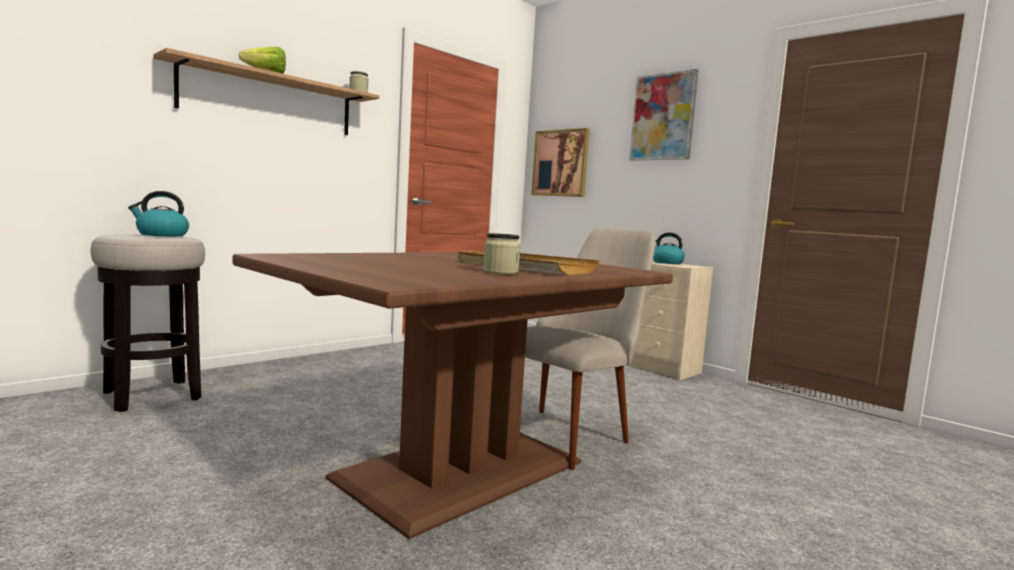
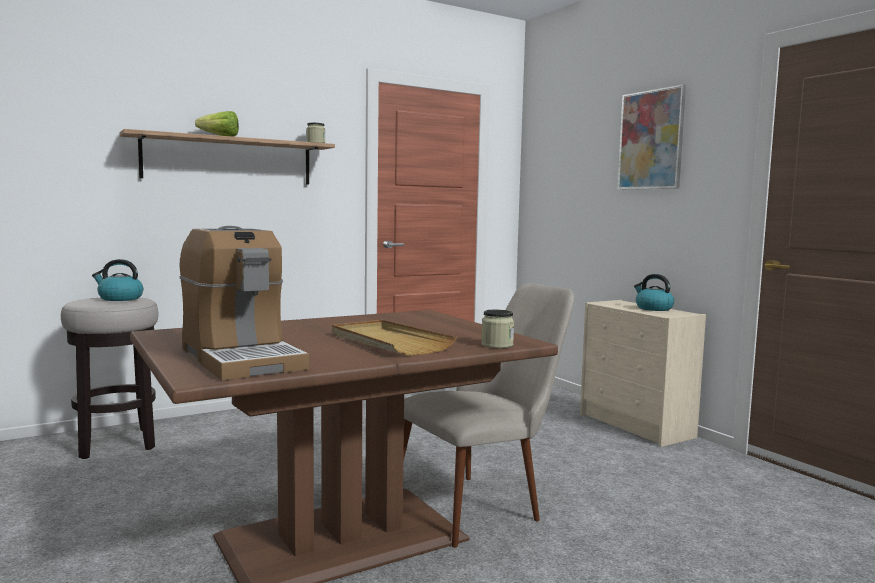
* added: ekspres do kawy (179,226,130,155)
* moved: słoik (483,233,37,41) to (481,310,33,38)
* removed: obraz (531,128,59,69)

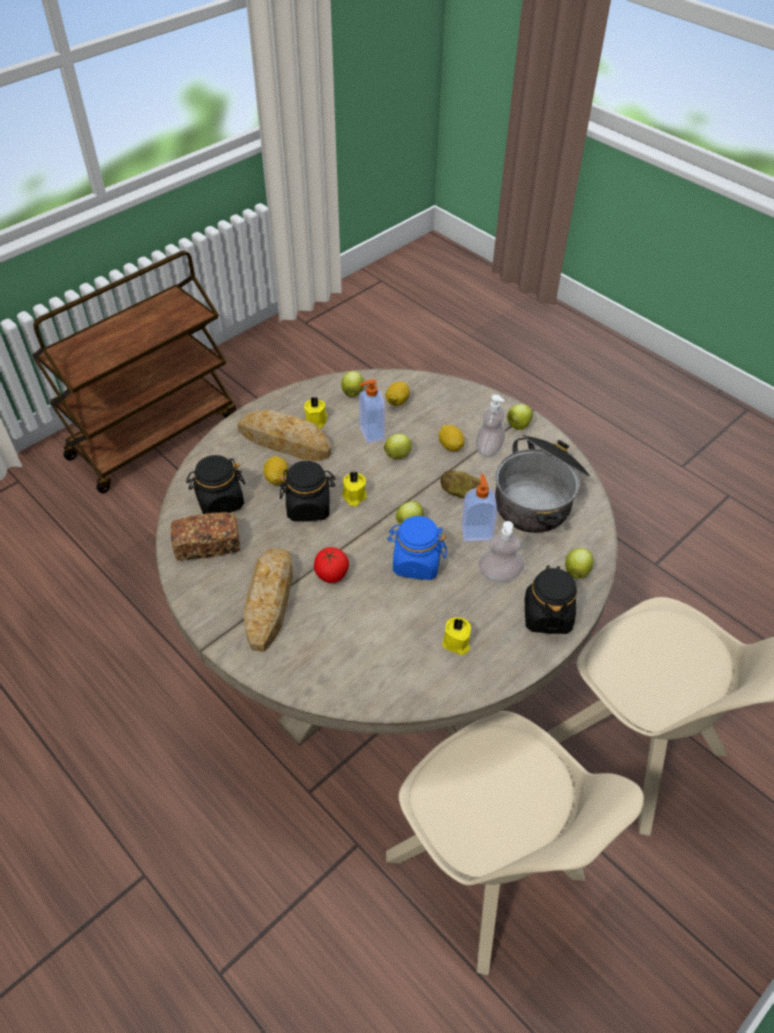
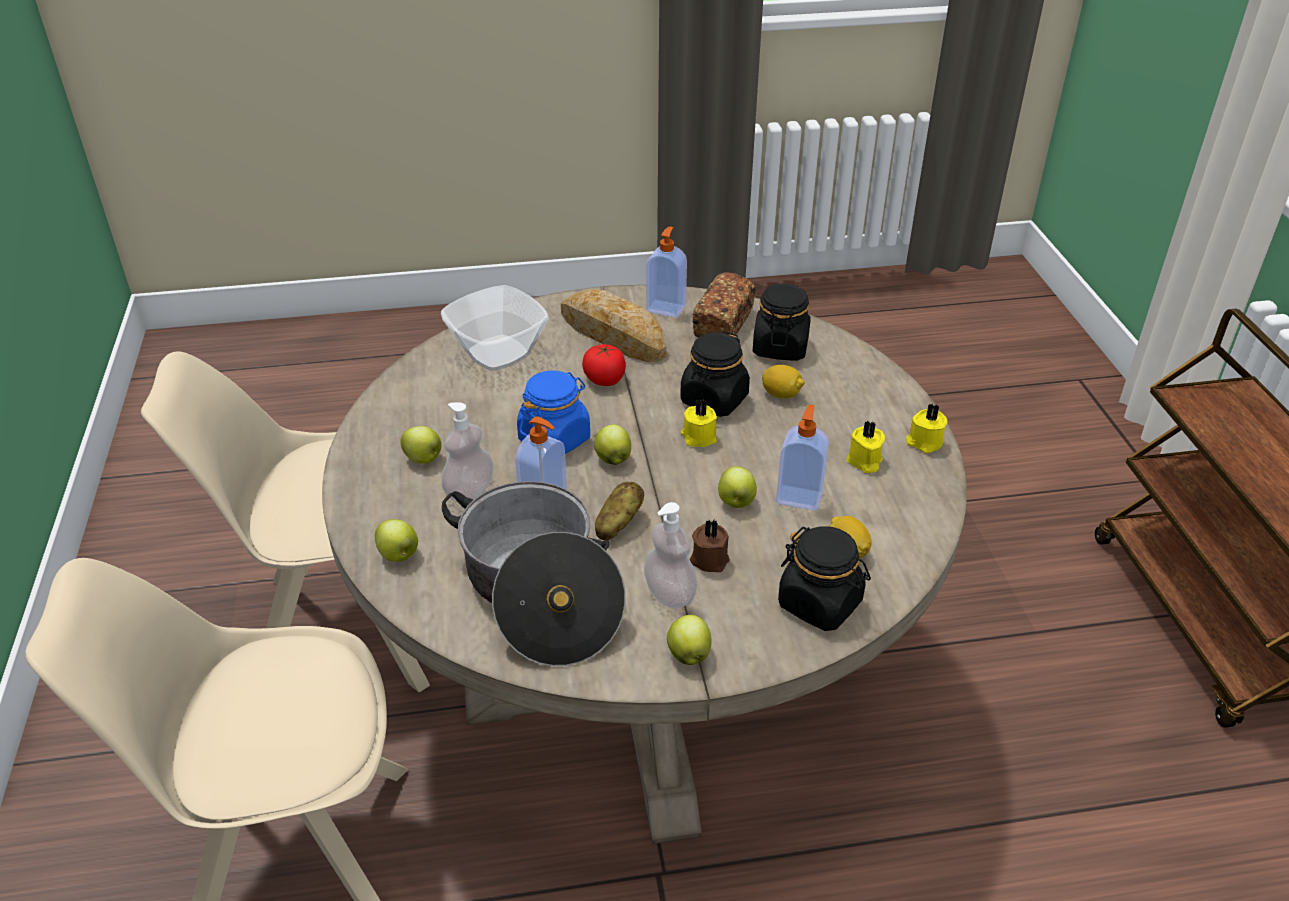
* moved: jabłko (341,371,23,26) to (400,426,41,38)
* added: miska (441,285,108,86)
* added: dozownik mydła (646,227,41,91)
* replaced: cytryna (439,425,26,26) to świeca (brązowy) (690,519,39,53)
* moved: słoik (czarny) (525,565,52,69) to (778,526,93,105)
* moved: świeca (żółty) (442,617,29,38) to (906,404,41,49)
* removed: chleb (237,410,94,51)

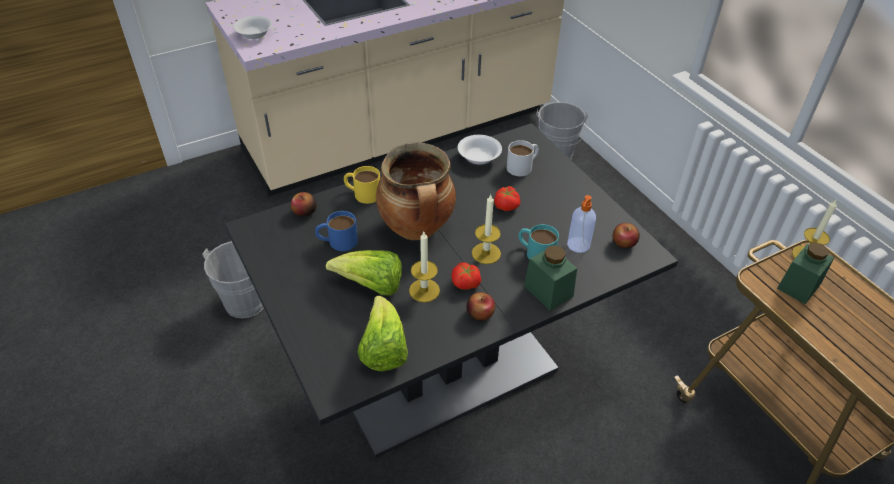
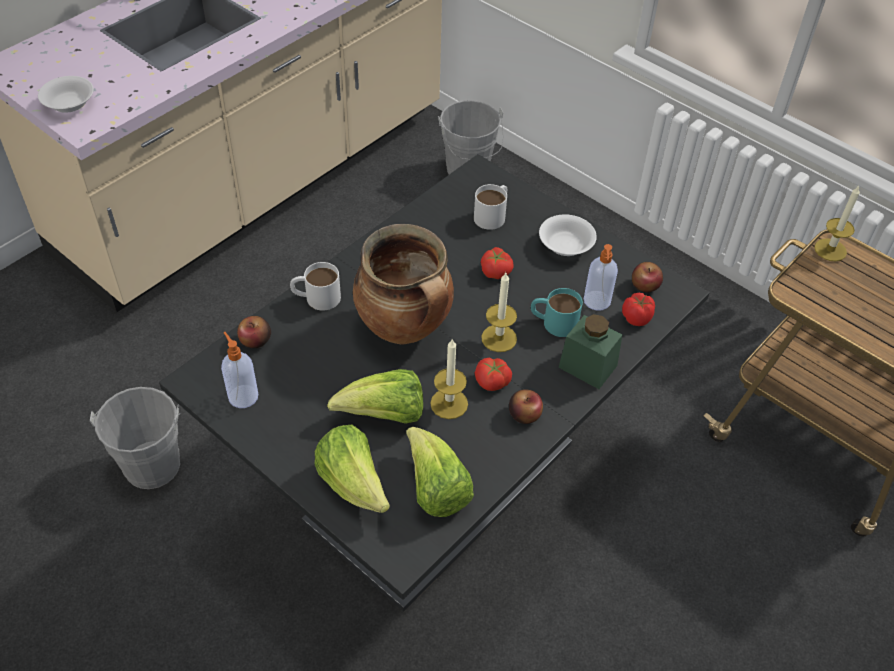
* added: dozownik mydła (221,332,37,76)
* recoloured: kubek (żółty) (344,166,36,38) to kubek (biały) (290,262,51,49)
* added: sałata (315,425,75,88)
* moved: miska (biały) (458,135,44,30) to (539,214,58,42)
* added: pomidor (622,293,33,33)
* removed: kubek (niebieski) (315,211,43,40)
* removed: słoik (zielony) (777,242,57,62)

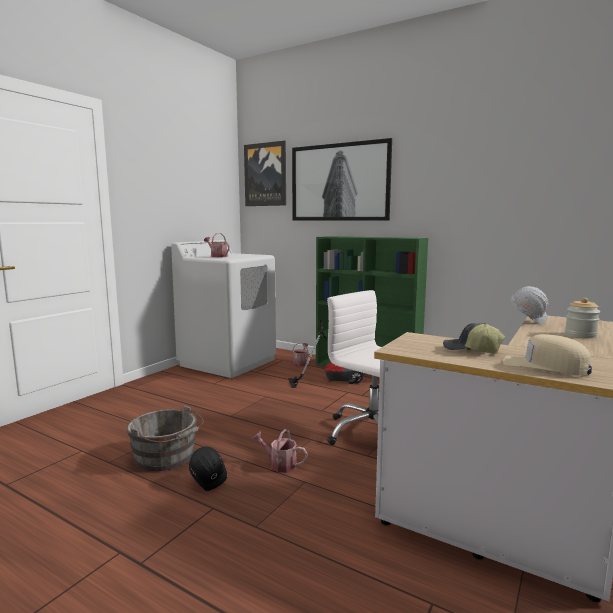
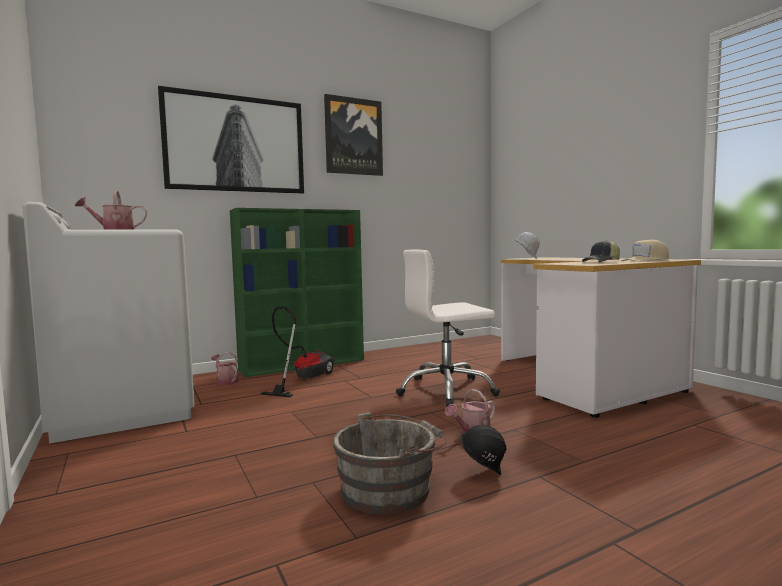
* moved: obraz (244,141,42,65) to (324,94,59,82)
* removed: słoik (565,297,35,41)

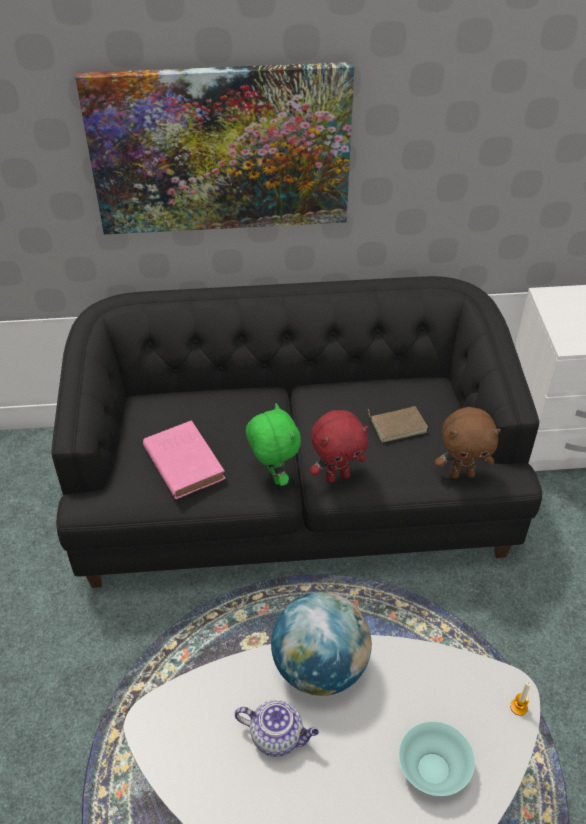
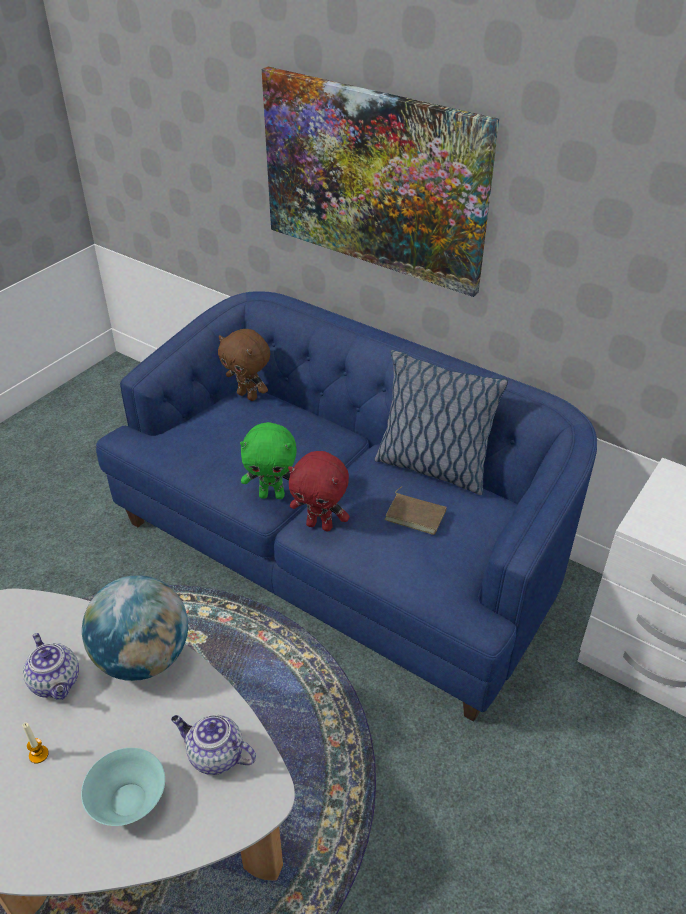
* moved: świeca (510,681,21,35) to (23,723,26,41)
* recoloured: kanapa (czarny) (51,276,491,312) to kanapa (niebieski) (96,291,501,431)
* added: imbryk (171,715,85,60)
* moved: pluszak (brązowy) (435,407,66,71) to (218,329,52,72)
* turned: pluszak (zielony) (246,403,55,83) = (240,422,57,77) 75 degrees clockwise
* added: poduszka (374,350,134,145)
* removed: książka (różowy) (143,421,83,78)

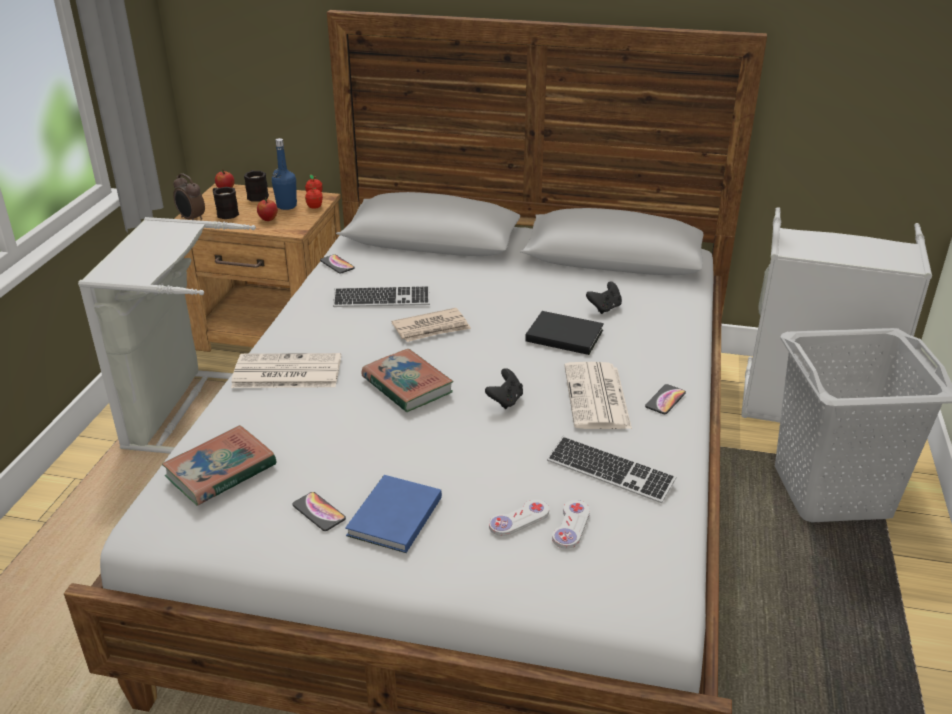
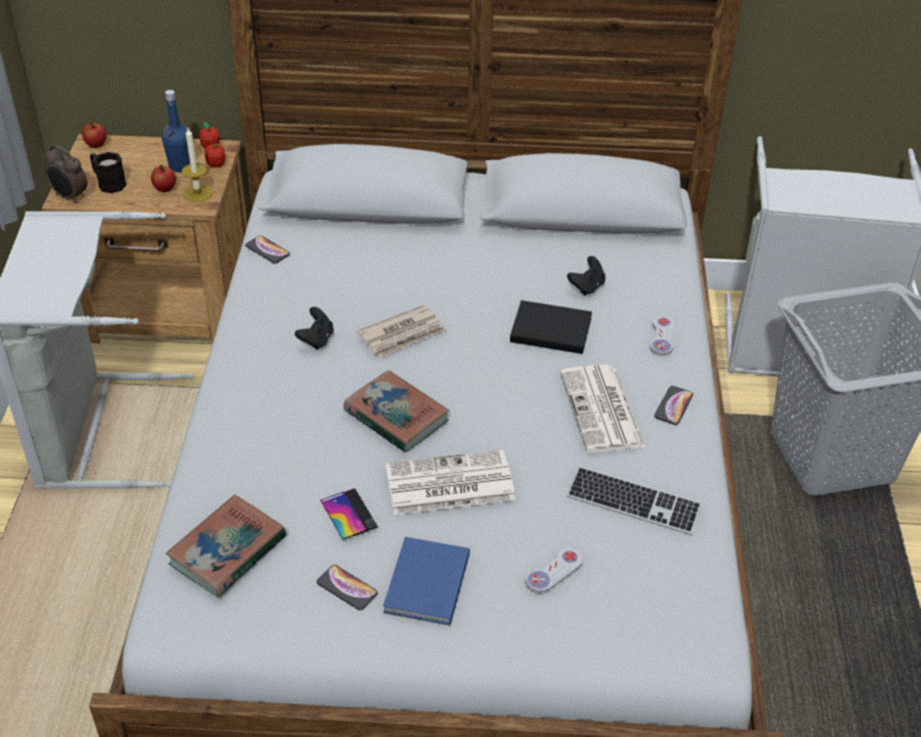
* added: świeca (182,128,30,74)
* moved: pad do gier (czarny) (485,368,38,41) to (295,307,39,43)
* added: telefon (320,488,58,52)
* moved: gazeta (231,353,110,35) to (386,450,129,65)
* moved: pad do gier (biały) (552,500,38,49) to (650,315,25,41)
* removed: kubek (czarny) (244,170,25,32)
* removed: klawiatura (333,286,97,21)

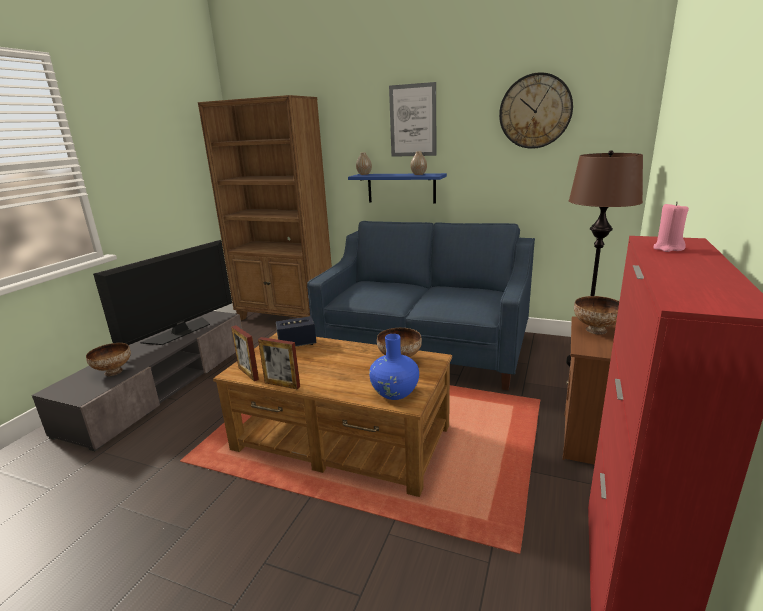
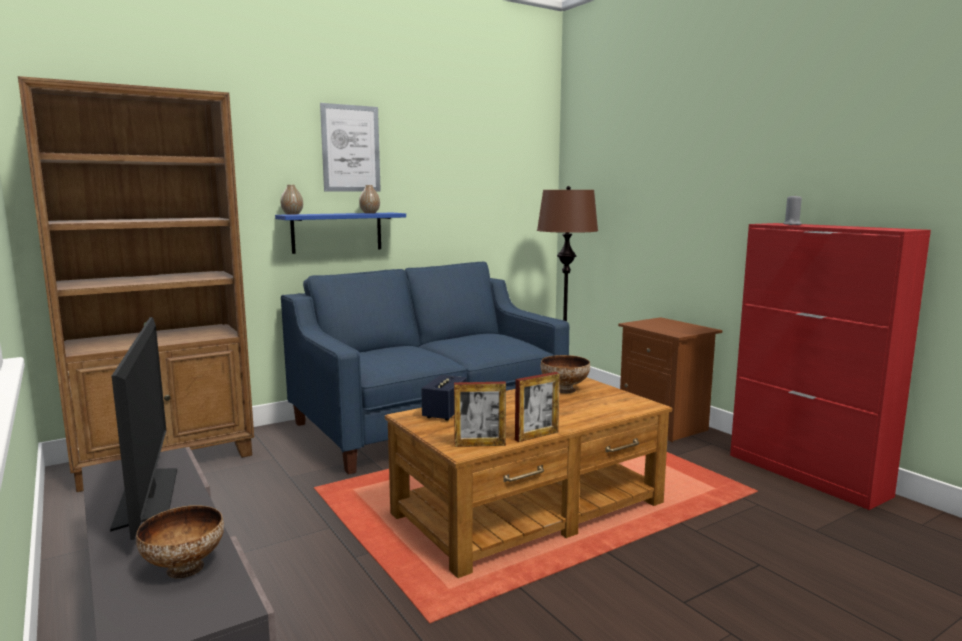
* recoloured: świeca (różowy) (653,202,36,50) to świeca (szary) (783,196,19,29)
* removed: wazon (niebieski) (369,334,50,66)
* removed: zegar ścienny (499,72,74,77)
* removed: miska (574,296,45,39)

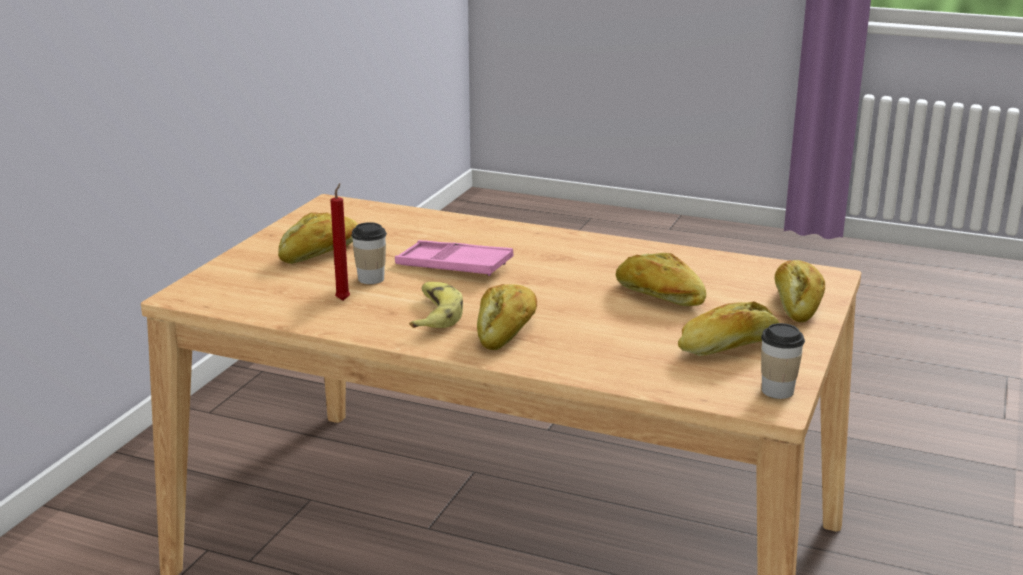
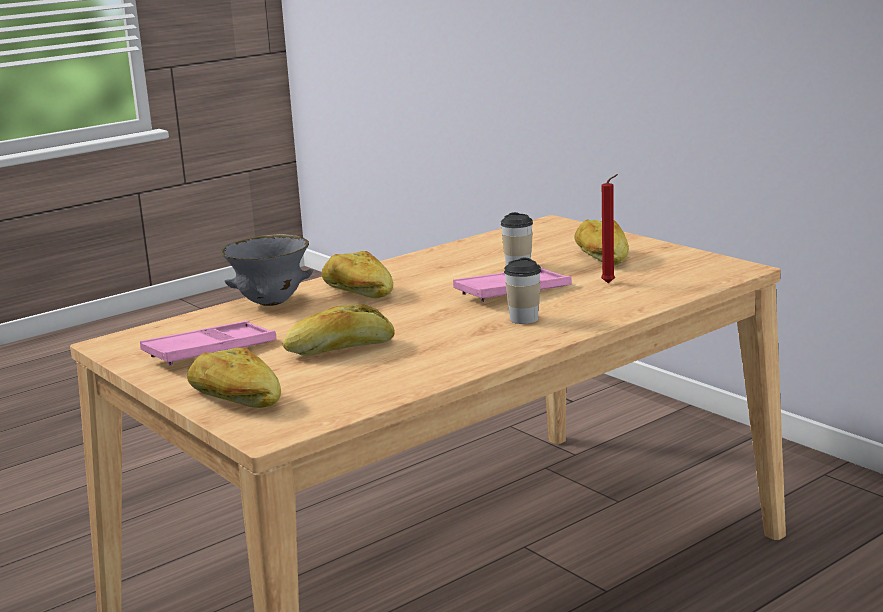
* replaced: chleb (678,301,101,55) to taca (różowy) (140,321,136,45)
* added: miska (szary) (221,234,92,72)
* moved: filiżanka (761,323,44,76) to (504,258,37,66)
* moved: świeca (czerwony) (330,183,20,117) to (601,174,17,109)
* removed: banan (409,282,54,46)

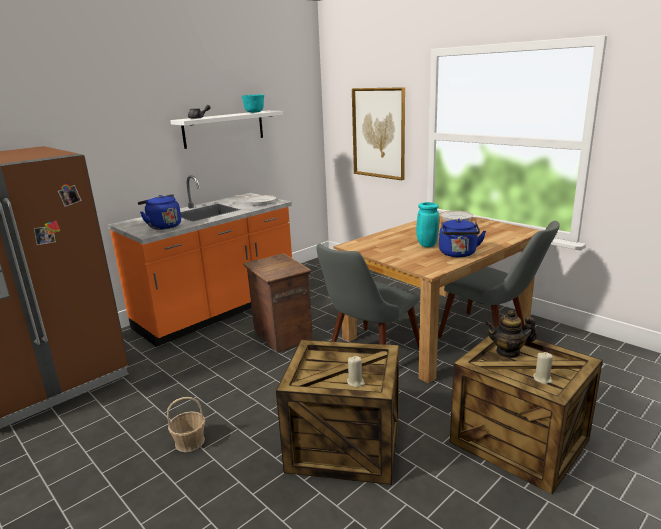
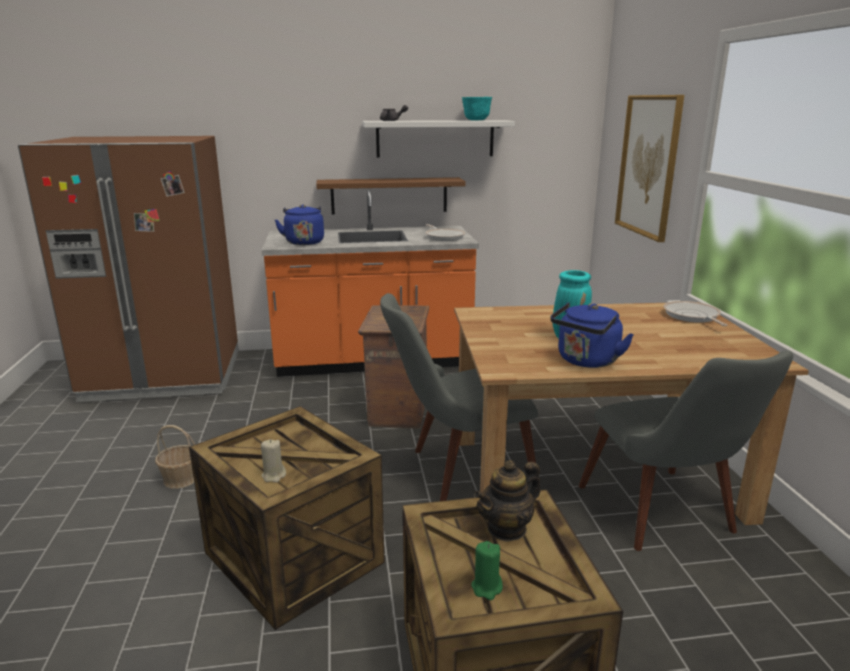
* added: półka (brązowy) (316,177,150,38)
* recoloured: świeca (beżowy) (533,352,20,32) to świeca (zielony) (471,541,32,59)
* turned: imbryk (485,310,52,48) = (474,460,67,82) 75 degrees counterclockwise

